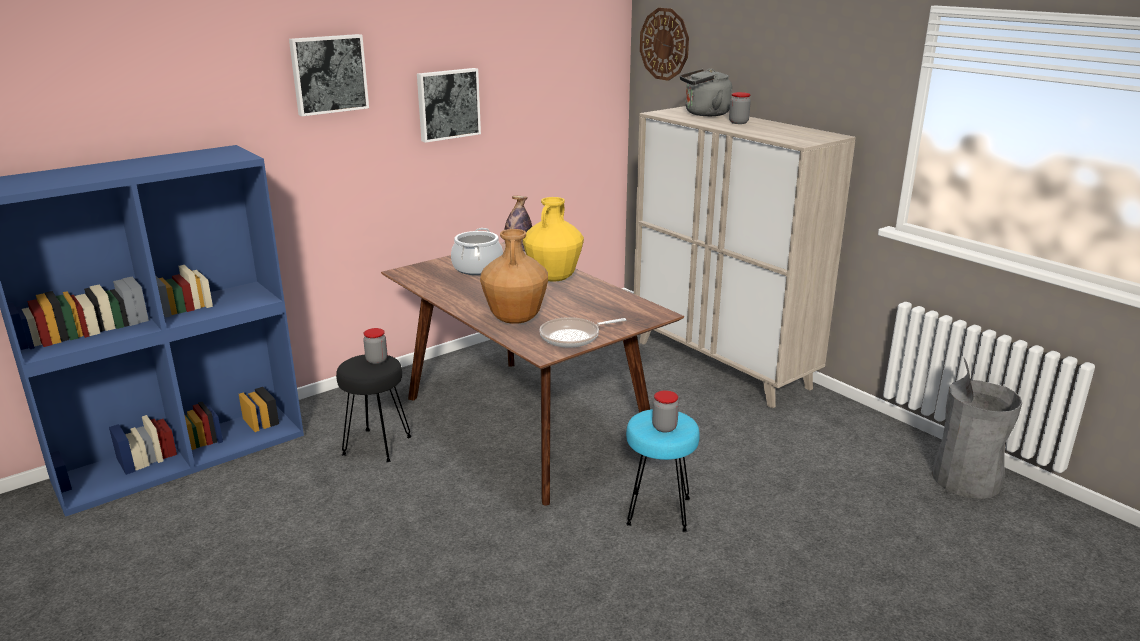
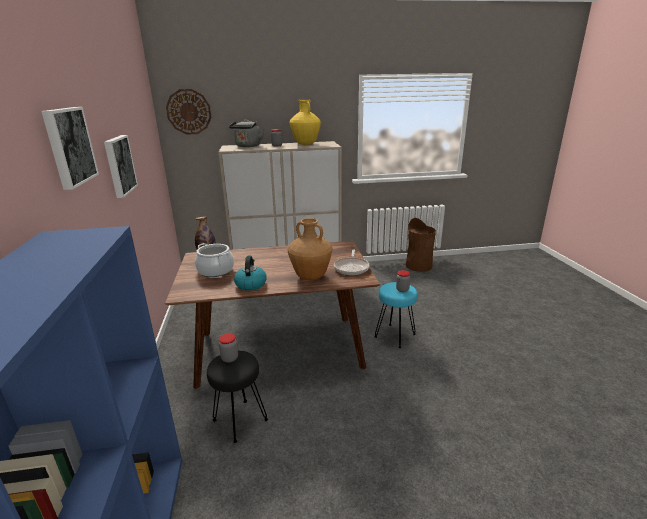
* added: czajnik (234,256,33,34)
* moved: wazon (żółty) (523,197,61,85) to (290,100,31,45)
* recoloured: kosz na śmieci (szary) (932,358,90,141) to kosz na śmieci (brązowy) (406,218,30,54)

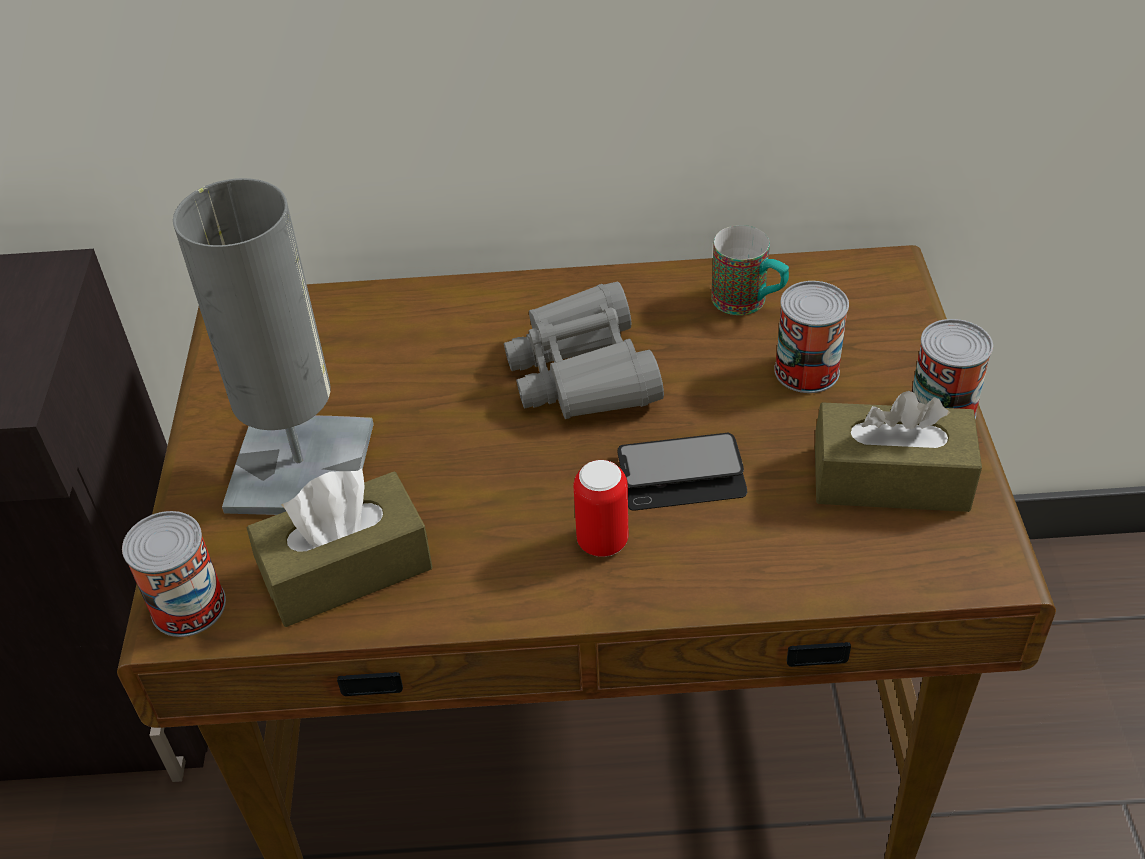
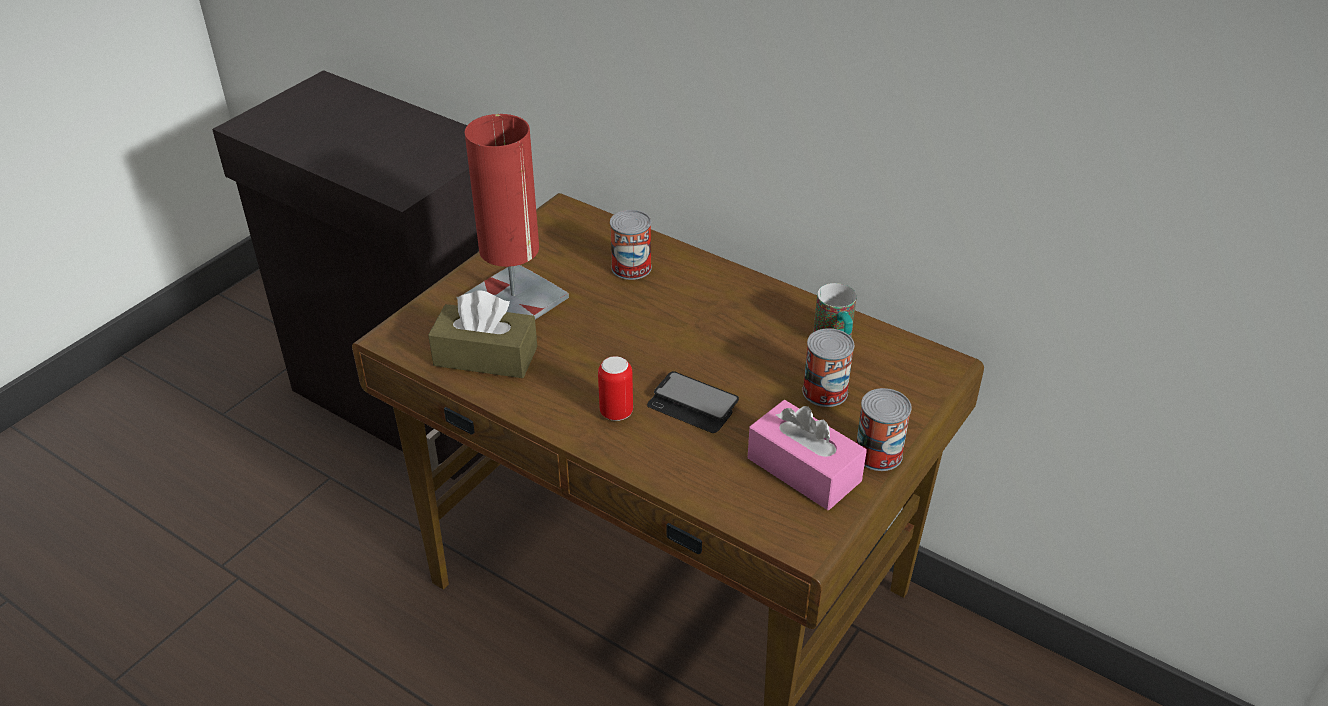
* recoloured: lampa stołowa (szary) (173,178,201,337) to lampa stołowa (czerwony) (463,114,106,206)
* moved: puszka (122,511,104,126) to (610,210,42,70)
* recoloured: pudełko chusteczek (brązowy) (815,391,167,121) to pudełko chusteczek (różowy) (748,400,119,110)
* removed: lornetka (szary) (504,282,160,137)

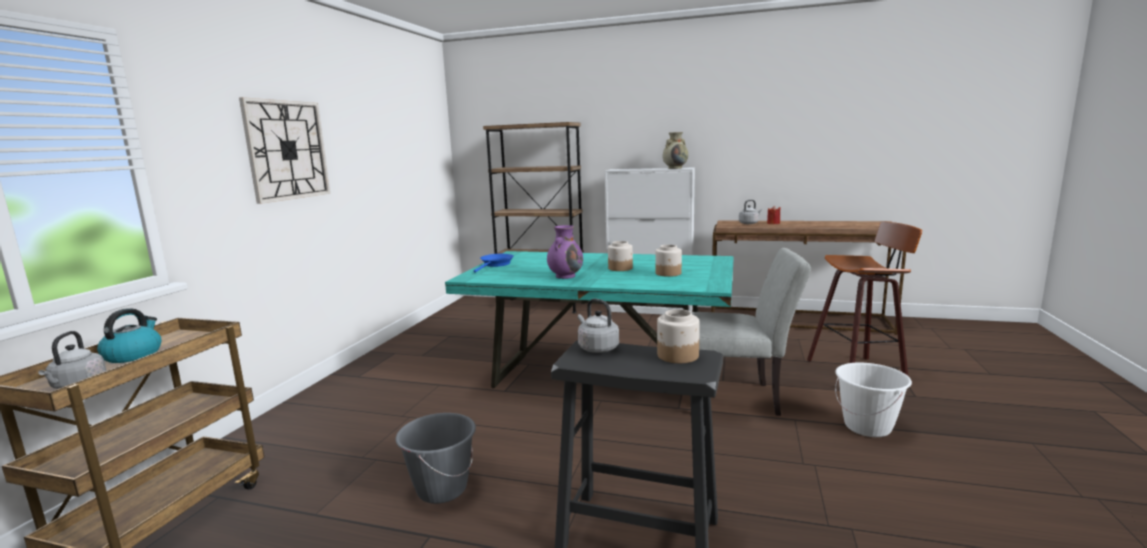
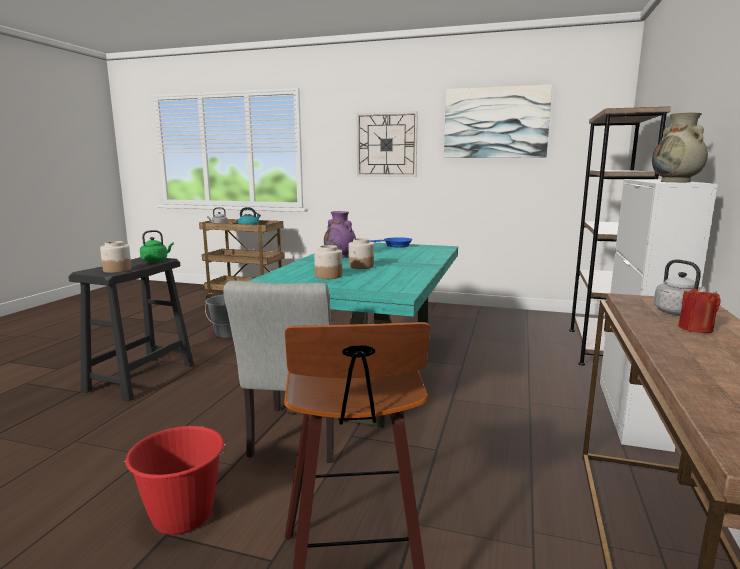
* recoloured: wiadro (biały) (835,363,77,74) to wiadro (czerwony) (124,426,102,109)
* recoloured: czajnik (szary) (578,298,41,55) to czajnik (zielony) (140,230,34,32)
* added: obraz (444,85,108,73)

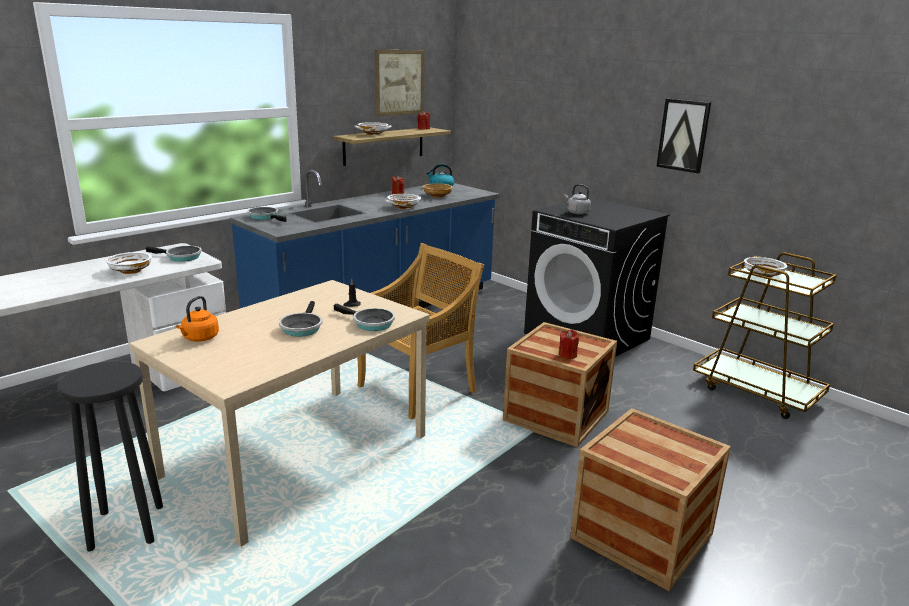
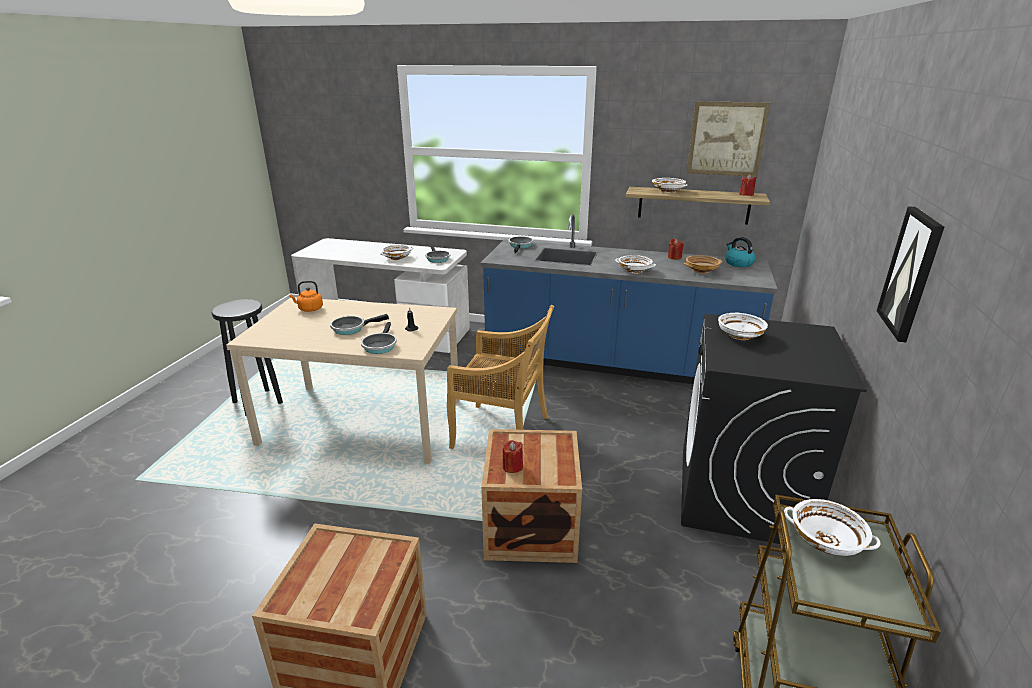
* replaced: czajnik (szary) (564,184,27,31) to miska (biały) (718,312,50,28)

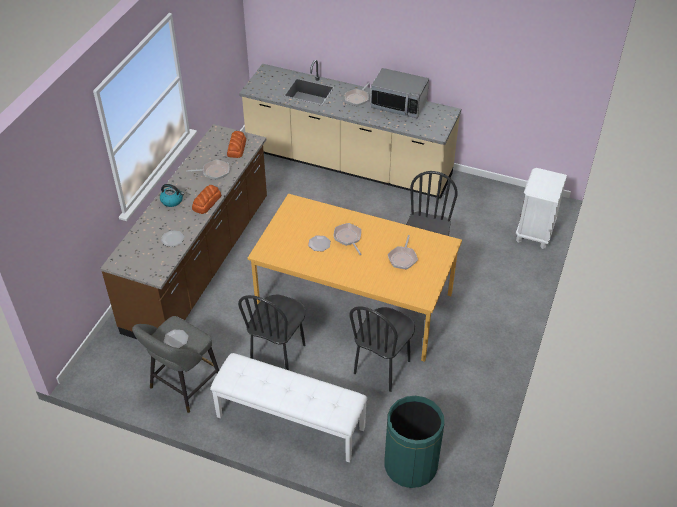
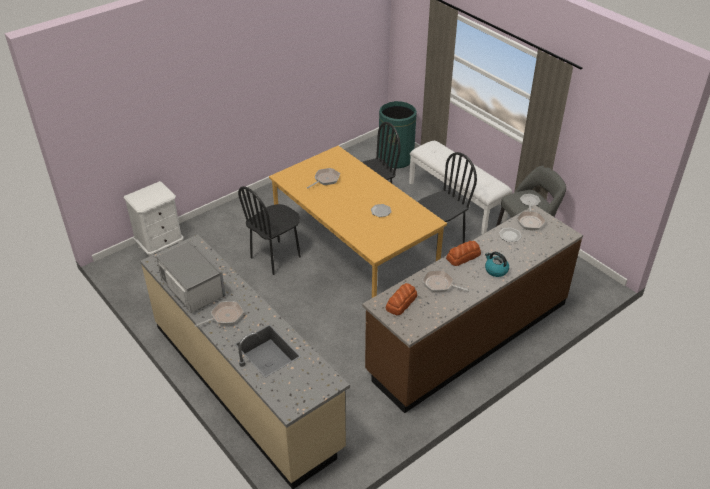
* moved: patelnia (334,223,28,32) to (517,201,29,29)

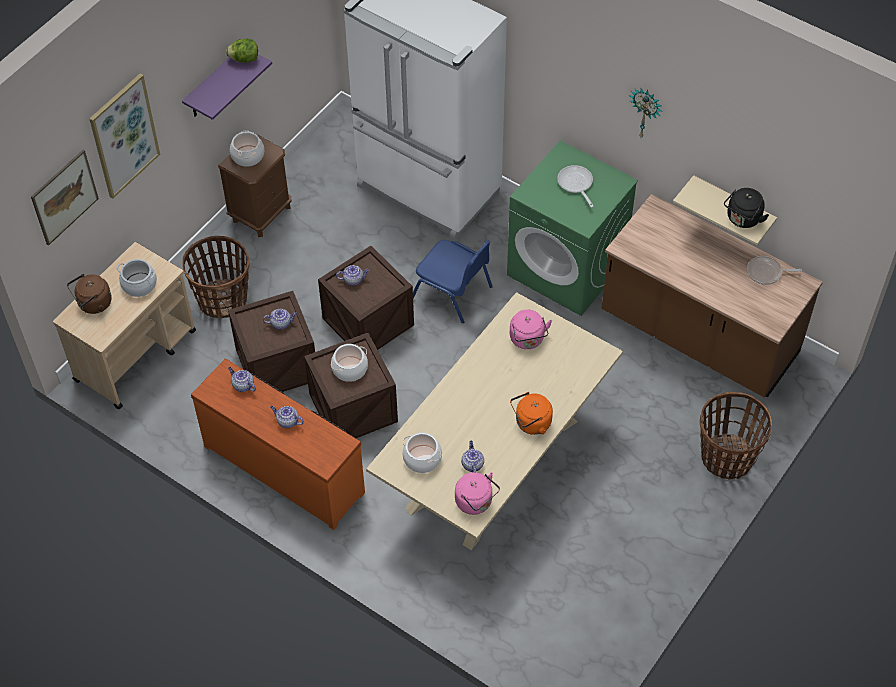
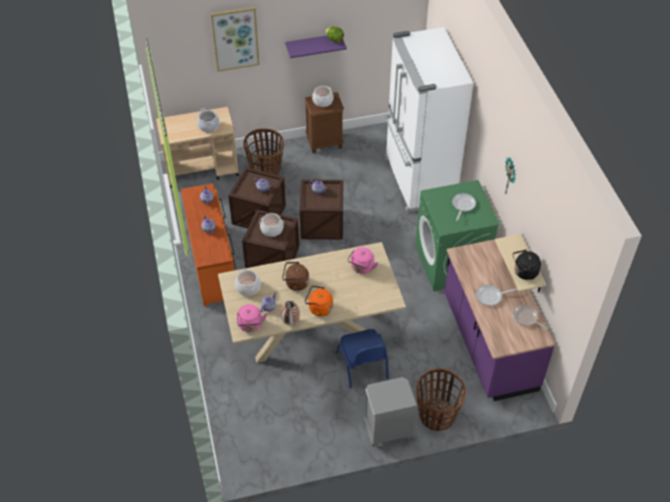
* added: wazon (280,301,20,24)
* moved: czajnik (brązowy) (67,274,45,40) to (282,262,27,29)
* moved: krzesło (niebieski) (413,240,80,83) to (336,329,53,59)
* added: szafka nocna (szary) (364,377,53,70)
* recoloured: zabudowa kuchenna (brązowy) (602,194,221,204) to zabudowa kuchenna (fioletowy) (444,239,111,162)
* added: patelnia (476,285,42,21)
* removed: obraz (31,150,68,96)

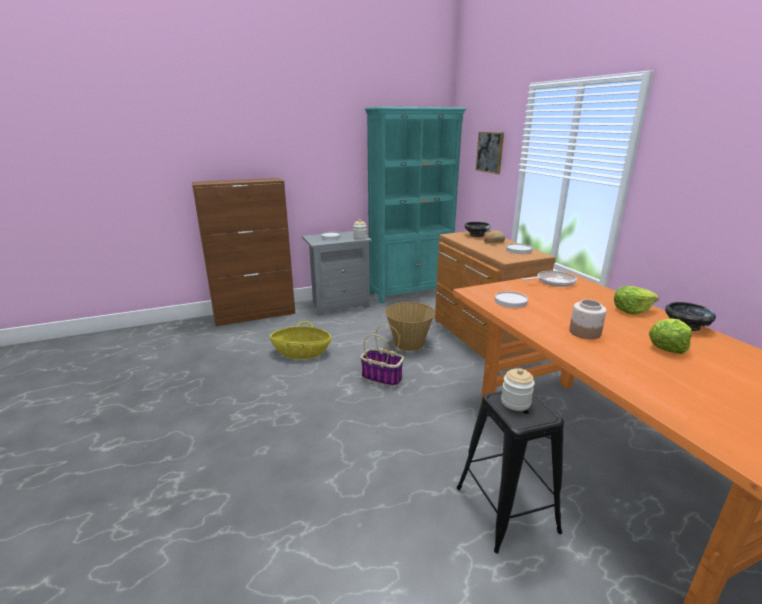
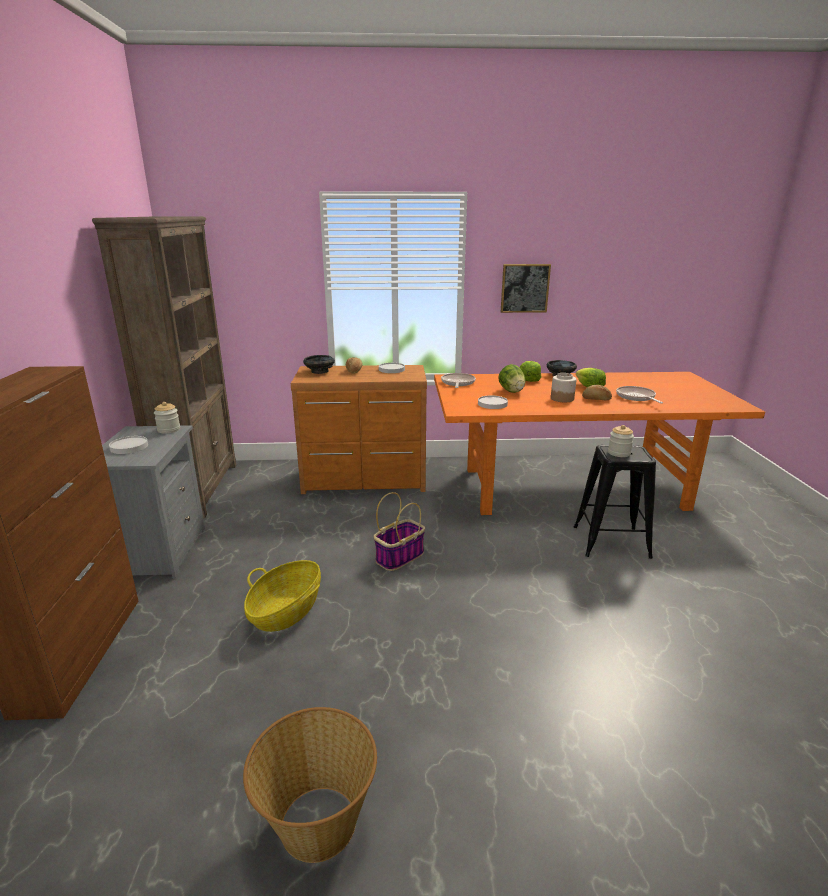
* recoloured: regał (turkusowy) (364,107,103,197) to regał (brązowy) (92,216,144,302)
* moved: koszyk (385,302,51,49) to (243,707,134,156)
* added: sałata (498,364,28,29)
* moved: obraz (476,132,28,42) to (501,264,50,49)
* added: chleb (582,385,30,15)
* added: patelnia (616,386,47,17)

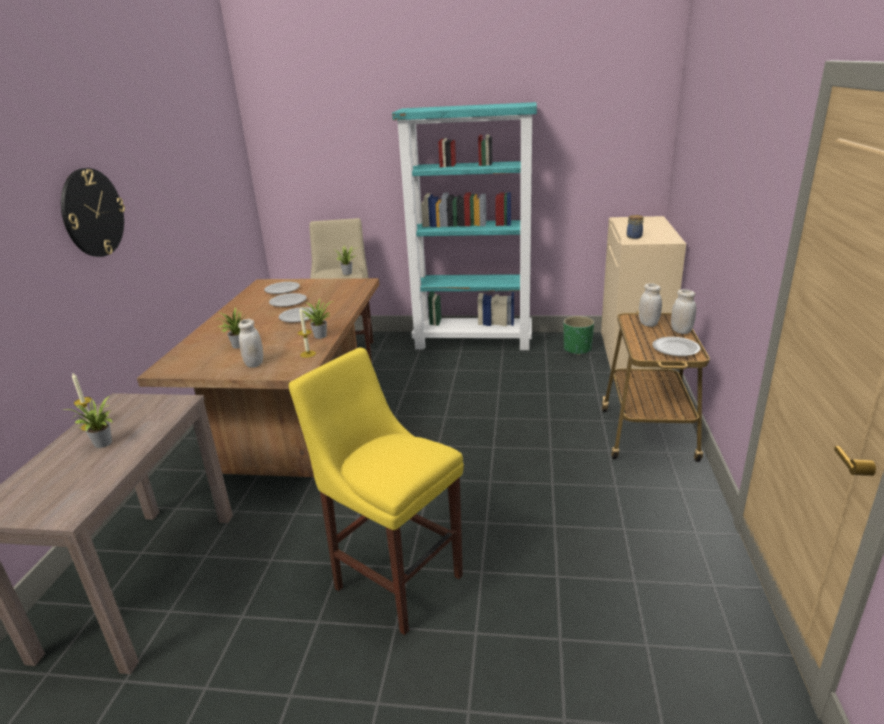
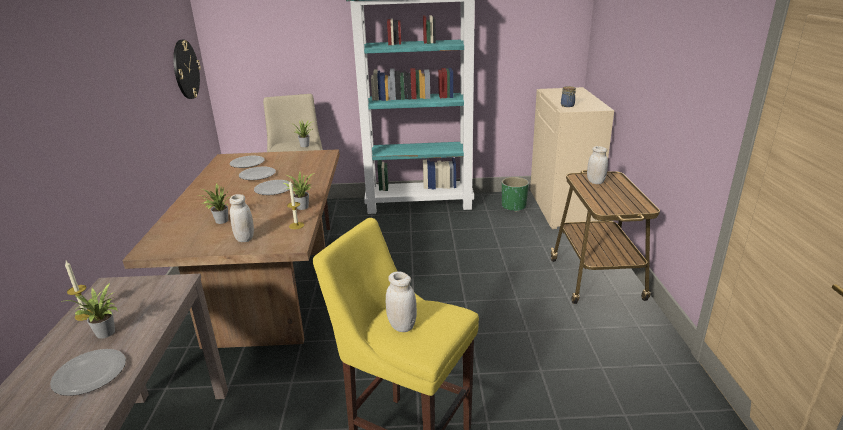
* moved: talerz (652,337,48,19) to (50,349,76,47)
* moved: zegar ścienny (61,168,64,89) to (173,40,28,59)
* moved: słoik (biały) (671,289,25,45) to (386,271,31,61)

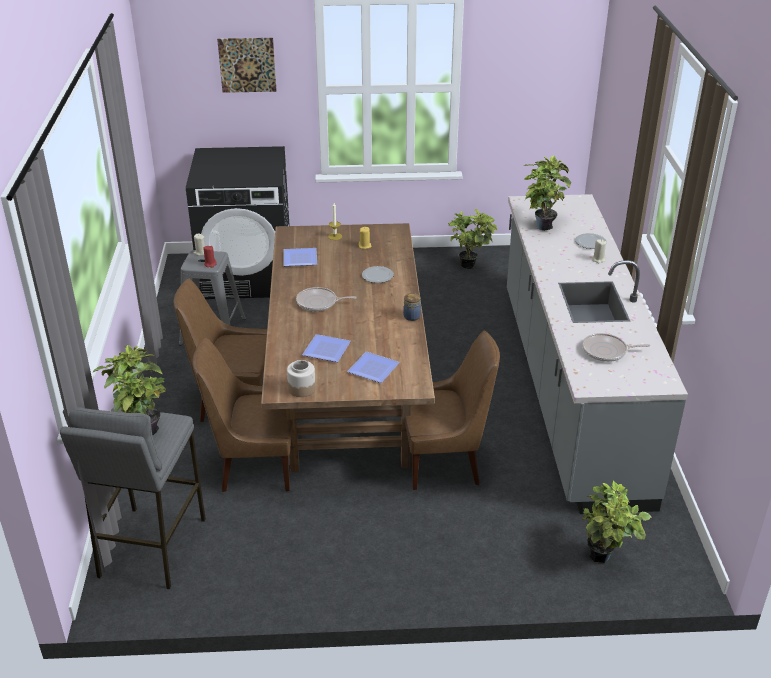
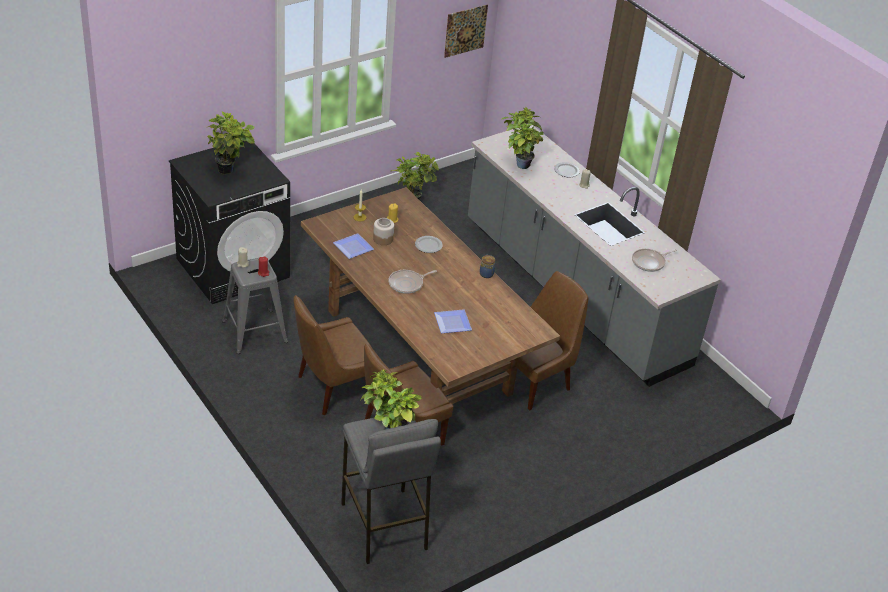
* moved: roślina doniczkowa (582,481,69,82) to (206,111,49,63)
* moved: słoik (287,360,29,37) to (373,218,21,27)
* moved: obraz (217,38,60,55) to (444,5,44,53)
* removed: talerz (347,351,53,32)

